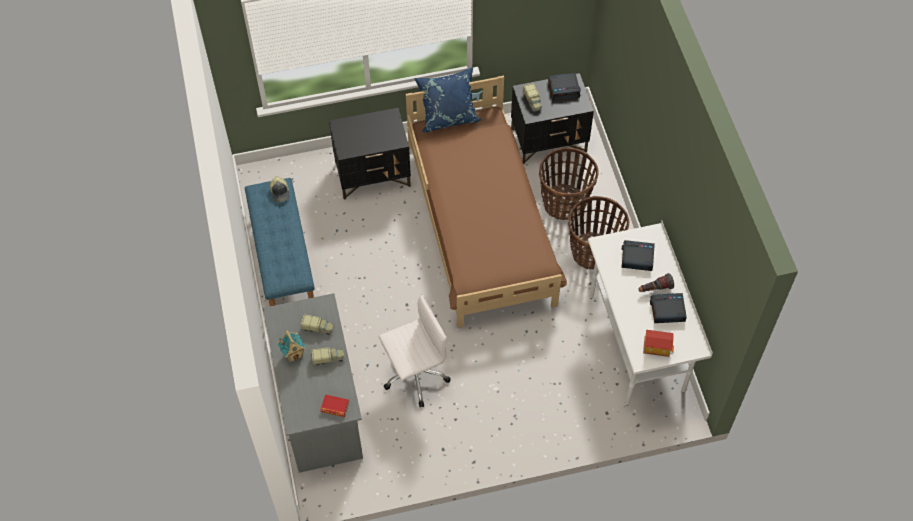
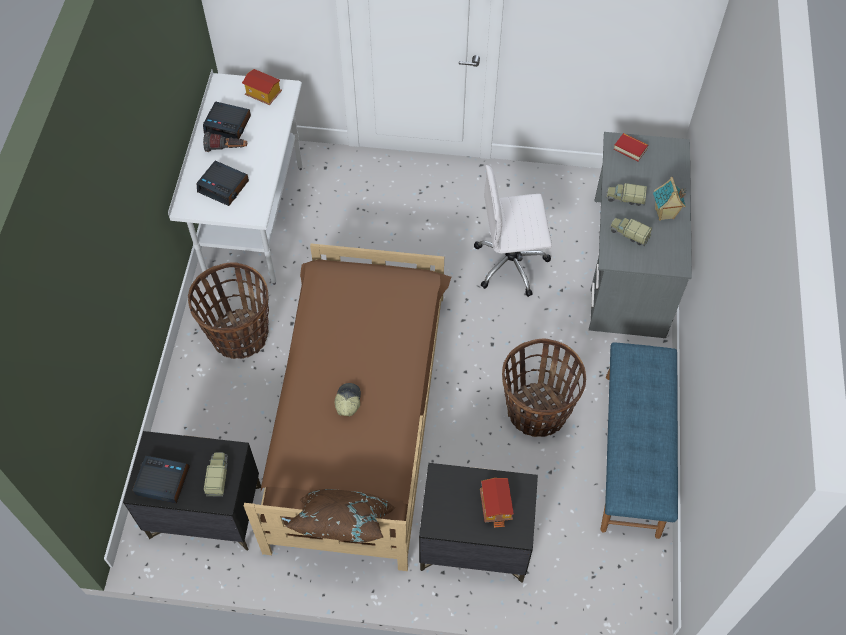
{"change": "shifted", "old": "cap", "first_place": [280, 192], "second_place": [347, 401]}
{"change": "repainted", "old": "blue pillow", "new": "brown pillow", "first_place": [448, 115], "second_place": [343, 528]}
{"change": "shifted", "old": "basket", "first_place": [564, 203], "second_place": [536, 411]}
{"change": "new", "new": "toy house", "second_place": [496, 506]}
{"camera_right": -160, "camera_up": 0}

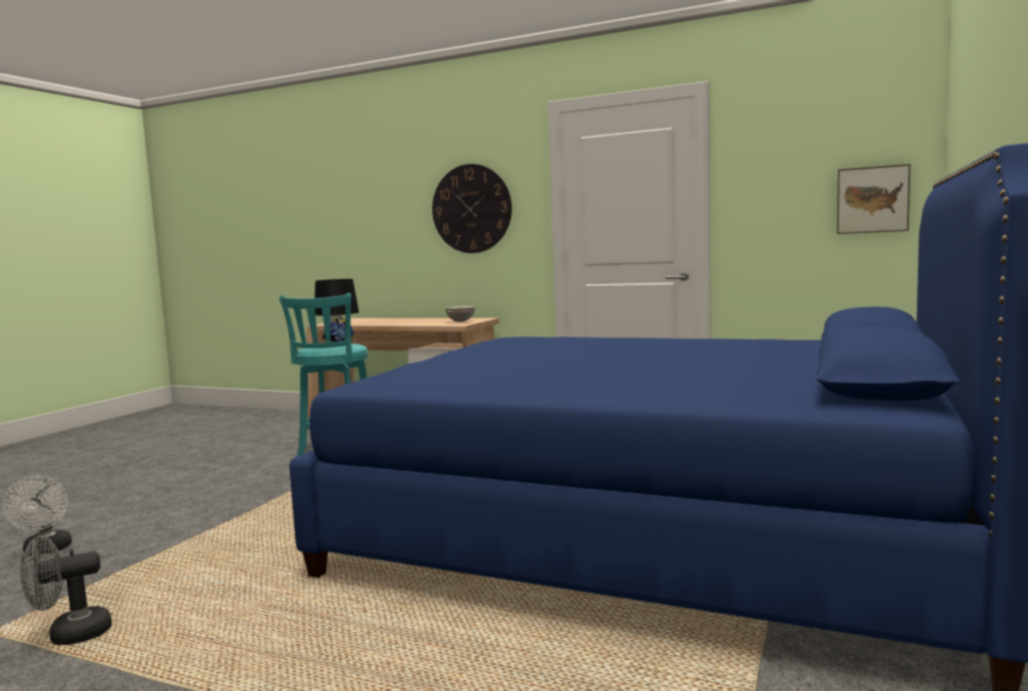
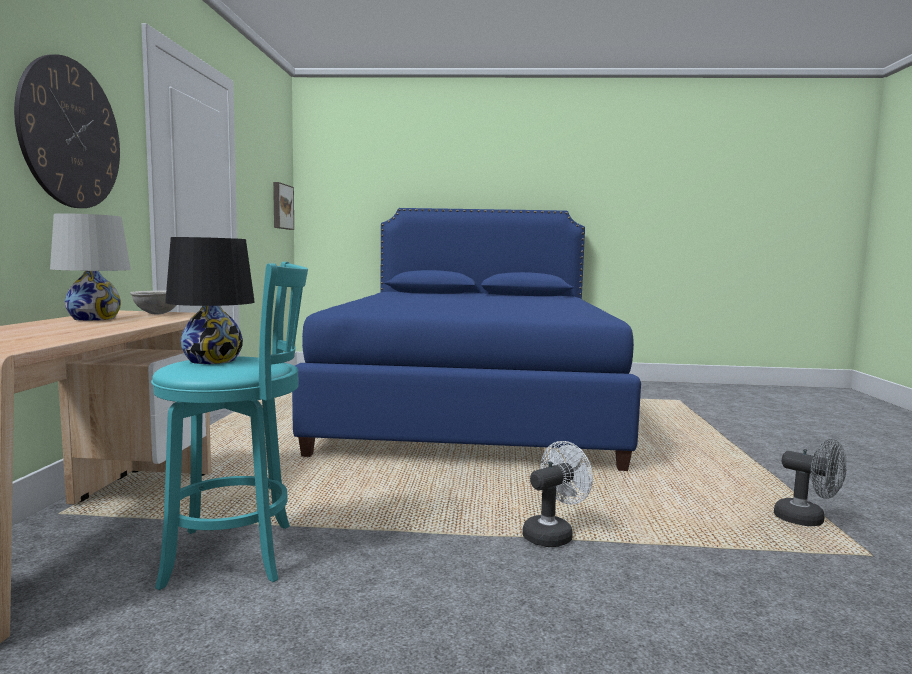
{"change": "shifted", "old": "white fan", "first_place": [46, 551], "second_place": [553, 534]}
{"change": "new", "new": "white table lamp", "second_place": [94, 318]}
{"camera_right": -110, "camera_up": 0}

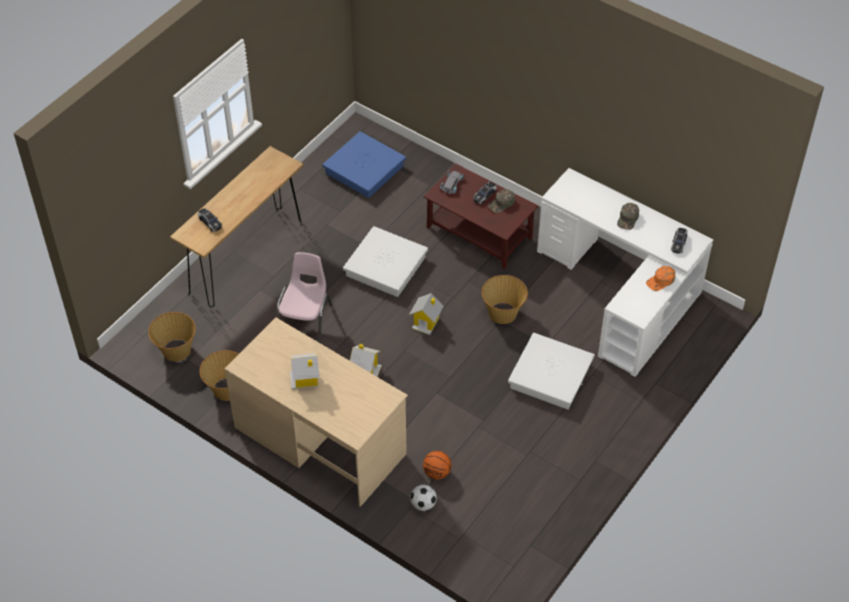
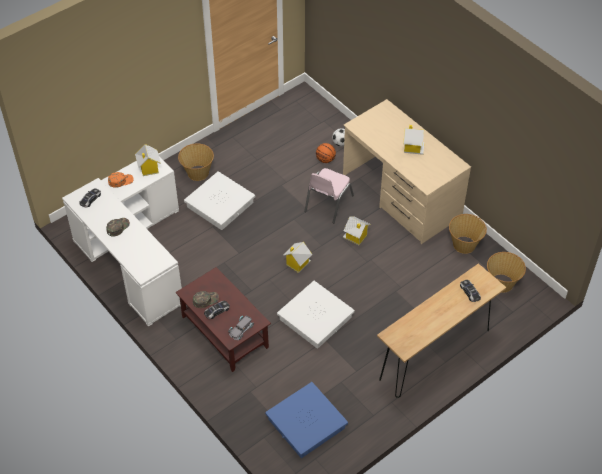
{"change": "shifted", "old": "pink chair", "first_place": [305, 321], "second_place": [328, 203]}
{"change": "shifted", "old": "basket", "first_place": [503, 313], "second_place": [197, 173]}
{"change": "new", "new": "toy house", "second_place": [149, 168]}
{"camera_right": -165, "camera_up": 0}

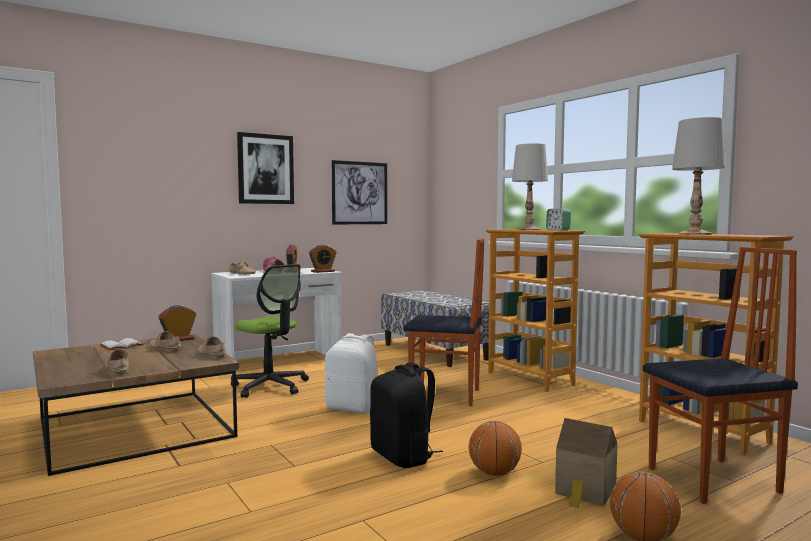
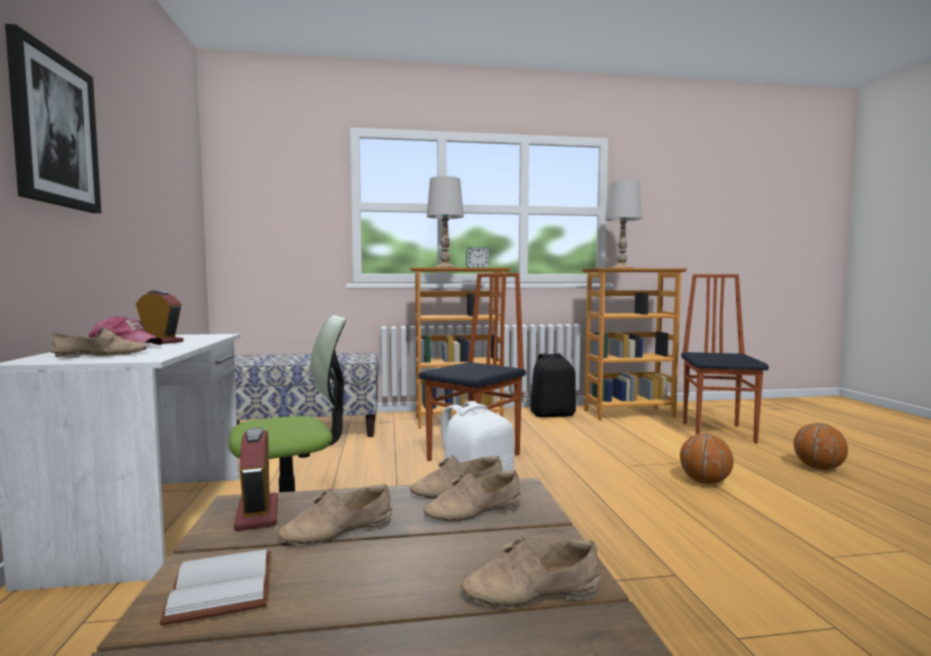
{"change": "gone", "old": "alarm clock", "first_place": [323, 271]}
{"change": "gone", "old": "picture", "first_place": [360, 193]}
{"change": "shifted", "old": "black backpack", "first_place": [403, 457], "second_place": [553, 415]}
{"change": "gone", "old": "toy house", "first_place": [585, 492]}
{"change": "new", "new": "beige shoe", "second_place": [474, 511]}
{"camera_right": -65, "camera_up": 0}

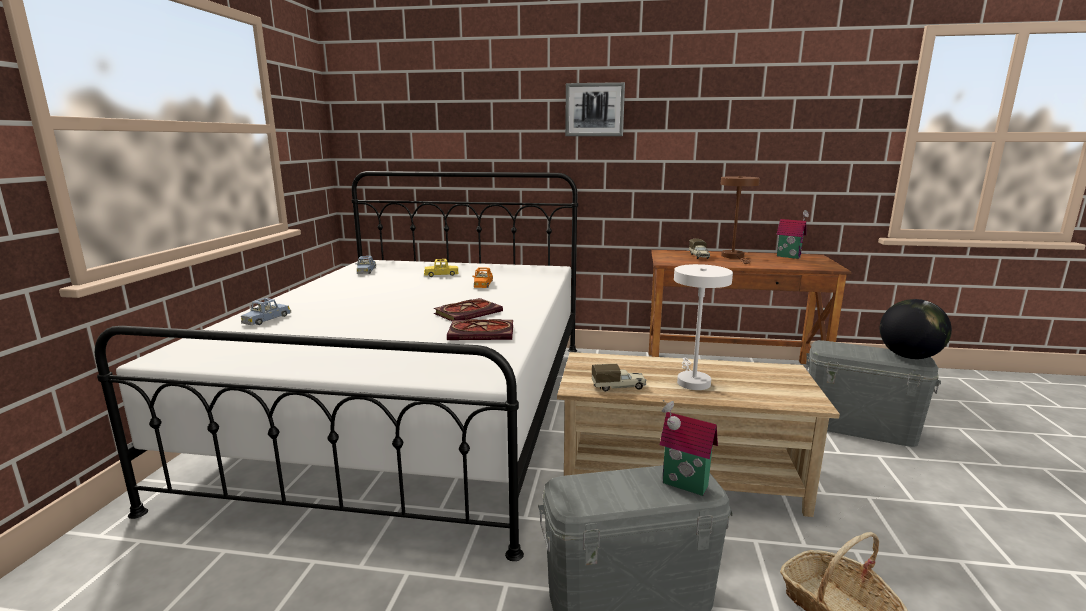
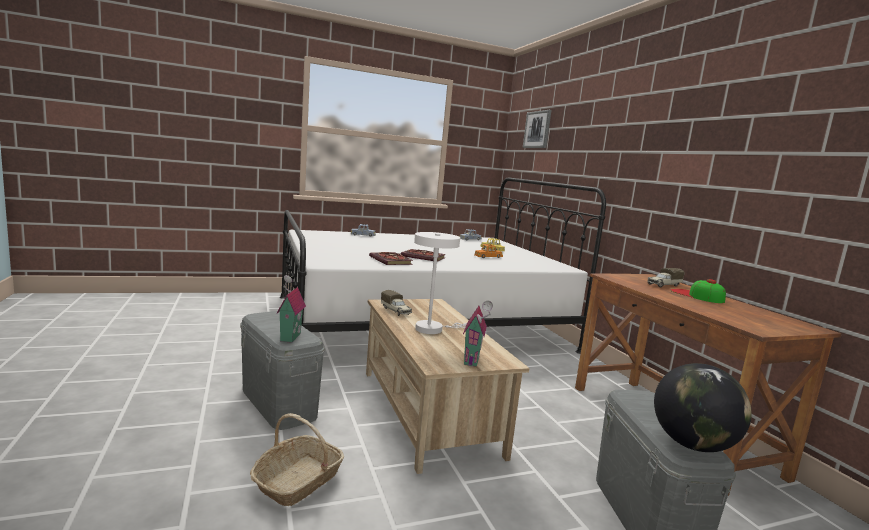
{"change": "shifted", "old": "picture", "first_place": [594, 110], "second_place": [537, 129]}
{"change": "swapped", "old": "brown table lamp", "new": "cap", "first_place": [734, 257], "second_place": [697, 295]}
{"change": "shifted", "old": "toy house", "first_place": [789, 256], "second_place": [473, 360]}
{"camera_right": 60, "camera_up": -5}

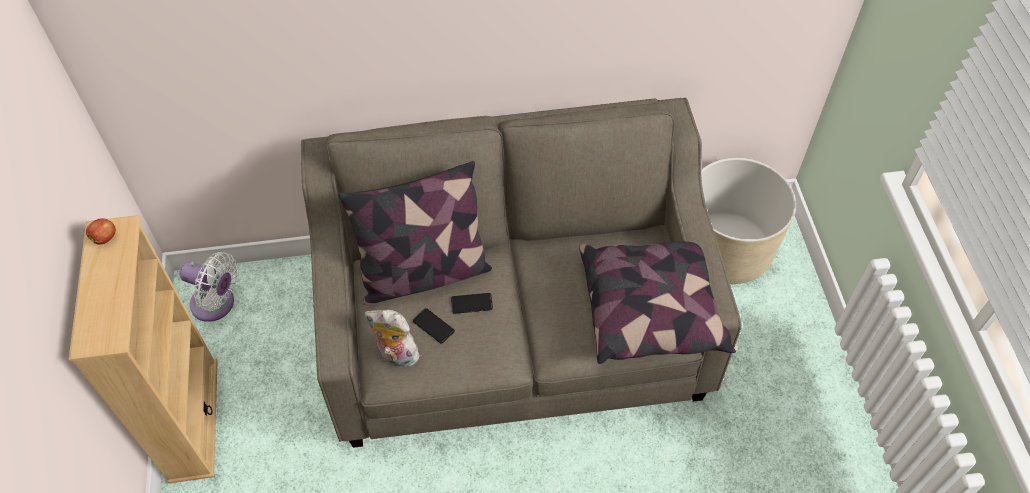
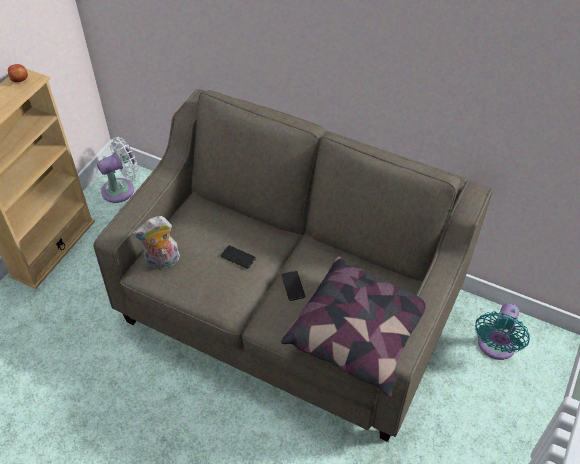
{"change": "rotated", "old": "white fan", "first_place": [217, 304], "second_place": [121, 189], "degrees": -90}
{"change": "gone", "old": "pillow", "first_place": [423, 273]}
{"change": "rotated", "old": "plush toy", "first_place": [395, 355], "second_place": [162, 262], "degrees": -75}
{"change": "shifted", "old": "phone", "first_place": [433, 326], "second_place": [293, 286]}
{"change": "swapped", "old": "beige planter", "new": "turquoise fan", "first_place": [725, 251], "second_place": [495, 346]}
{"camera_right": 35, "camera_up": -5}

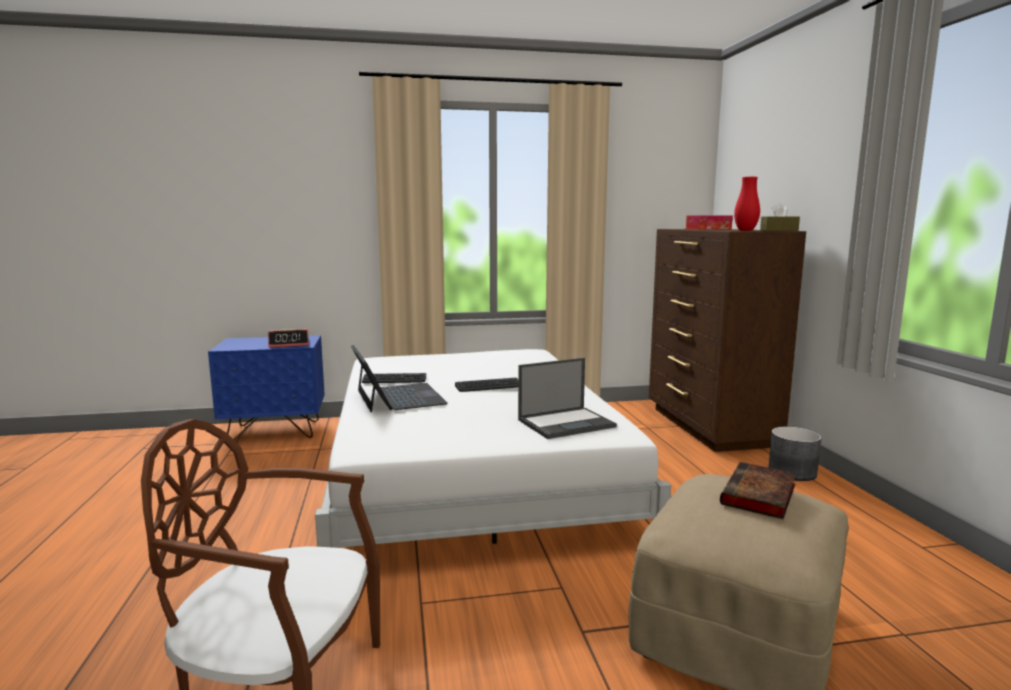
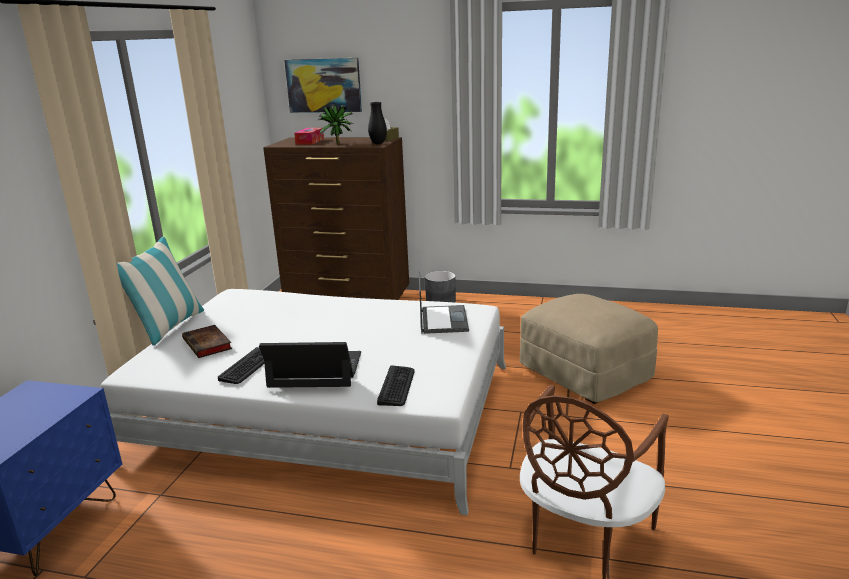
{"change": "gone", "old": "alarm clock", "first_place": [289, 344]}
{"change": "shifted", "old": "keyboard", "first_place": [489, 386], "second_place": [397, 386]}
{"change": "shifted", "old": "book", "first_place": [759, 496], "second_place": [208, 345]}
{"change": "repainted", "old": "red vase", "new": "black vase", "first_place": [745, 230], "second_place": [378, 143]}
{"change": "new", "new": "pillow", "second_place": [168, 327]}
{"change": "new", "new": "picture", "second_place": [324, 85]}
{"change": "new", "new": "potted plant", "second_place": [337, 144]}
{"camera_right": -65, "camera_up": 10}

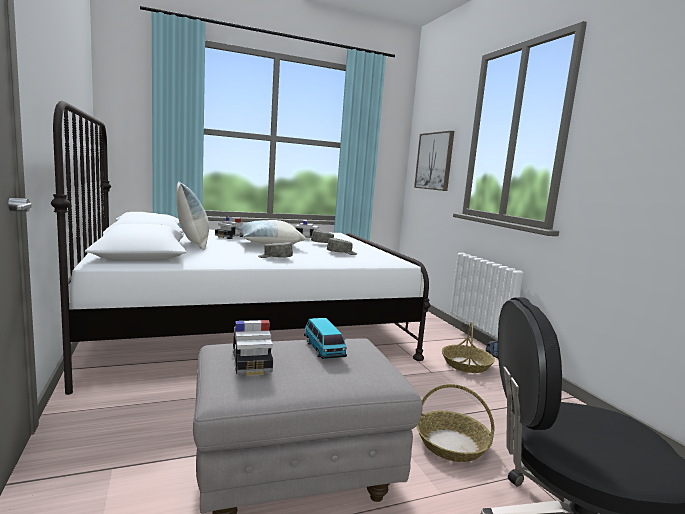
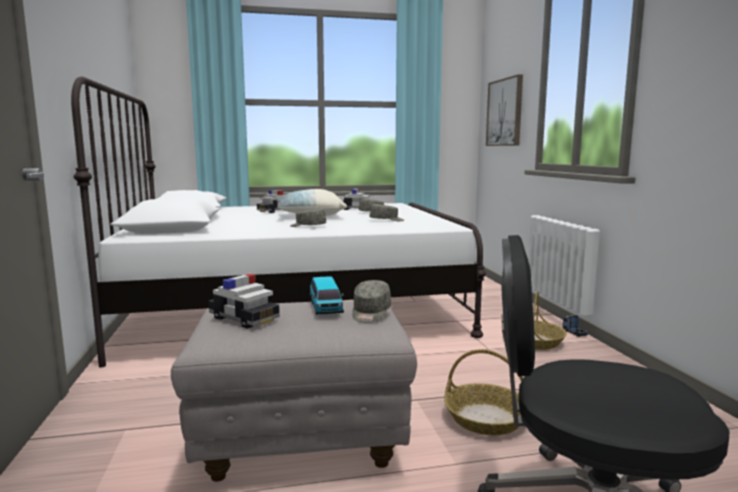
{"change": "gone", "old": "pillow", "first_place": [192, 244]}
{"change": "rotated", "old": "toy car", "first_place": [251, 362], "second_place": [244, 318], "degrees": -45}
{"change": "new", "new": "grey cap", "second_place": [370, 313]}
{"camera_right": 10, "camera_up": 0}

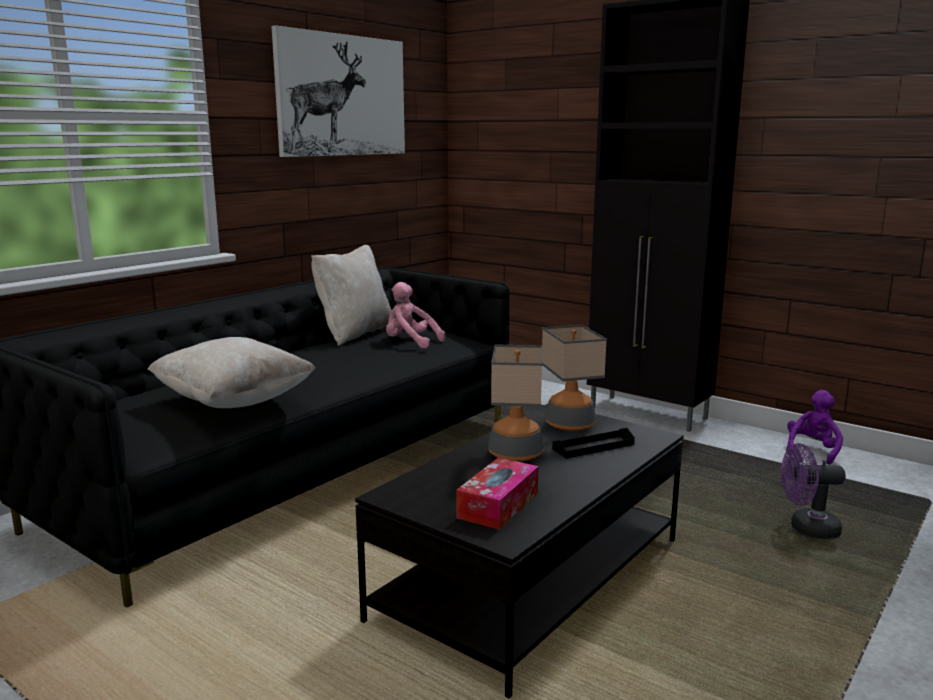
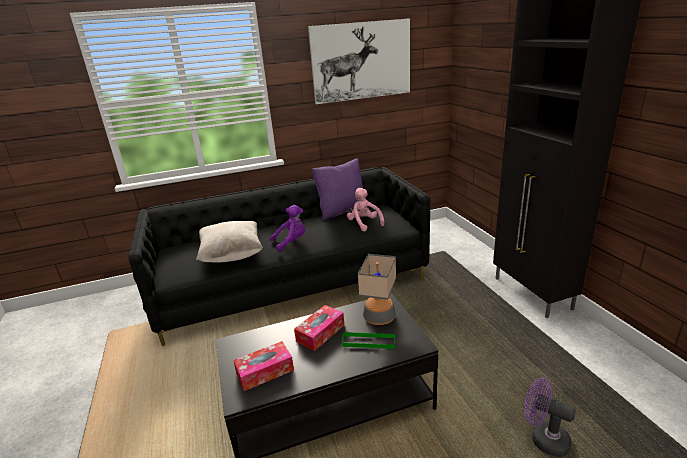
{"change": "repainted", "old": "beige pillow", "new": "purple pillow", "first_place": [354, 334], "second_place": [342, 211]}
{"change": "swapped", "old": "table lamp", "new": "tissue box", "first_place": [515, 454], "second_place": [320, 333]}
{"change": "repainted", "old": "black tray", "new": "green tray", "first_place": [593, 447], "second_place": [369, 342]}
{"change": "shifted", "old": "purple plush toy", "first_place": [812, 451], "second_place": [291, 242]}
{"camera_right": 35, "camera_up": 10}

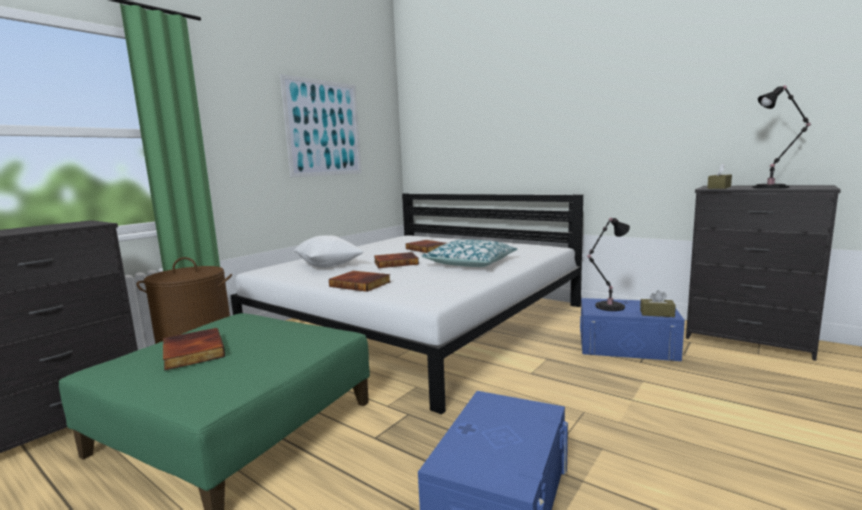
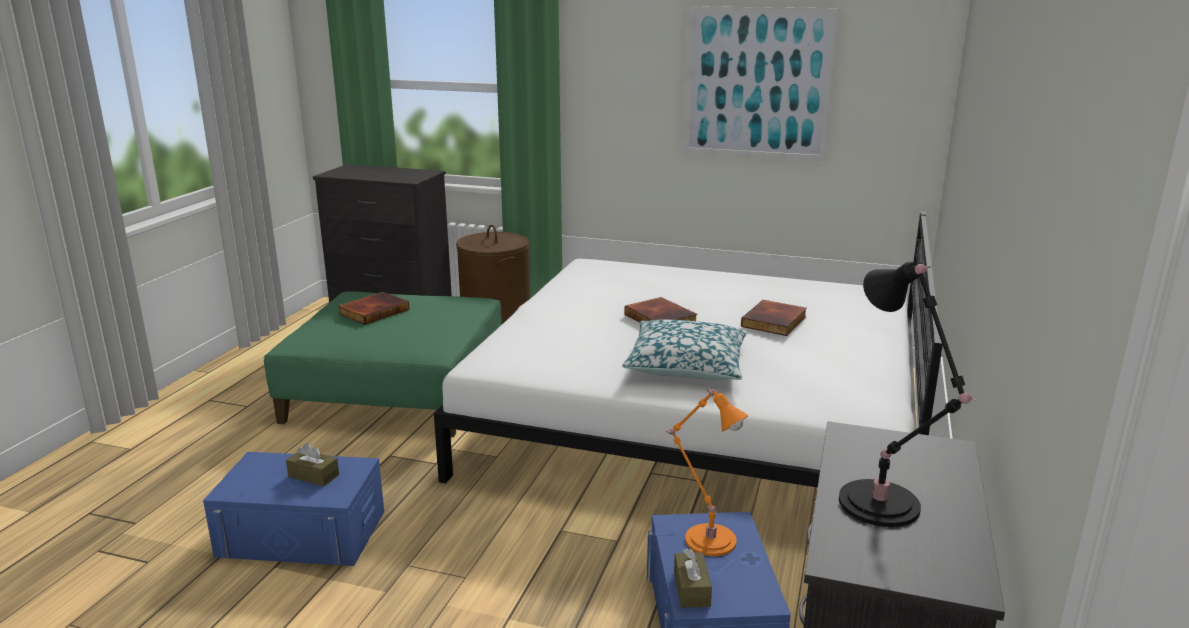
{"change": "gone", "old": "white pillow", "first_place": [328, 266]}
{"change": "gone", "old": "book", "first_place": [361, 284]}
{"change": "repainted", "old": "black table lamp", "new": "orange table lamp", "first_place": [607, 307], "second_place": [707, 538]}
{"change": "shifted", "old": "brown tissue box", "first_place": [719, 187], "second_place": [313, 476]}
{"camera_right": 70, "camera_up": 10}

